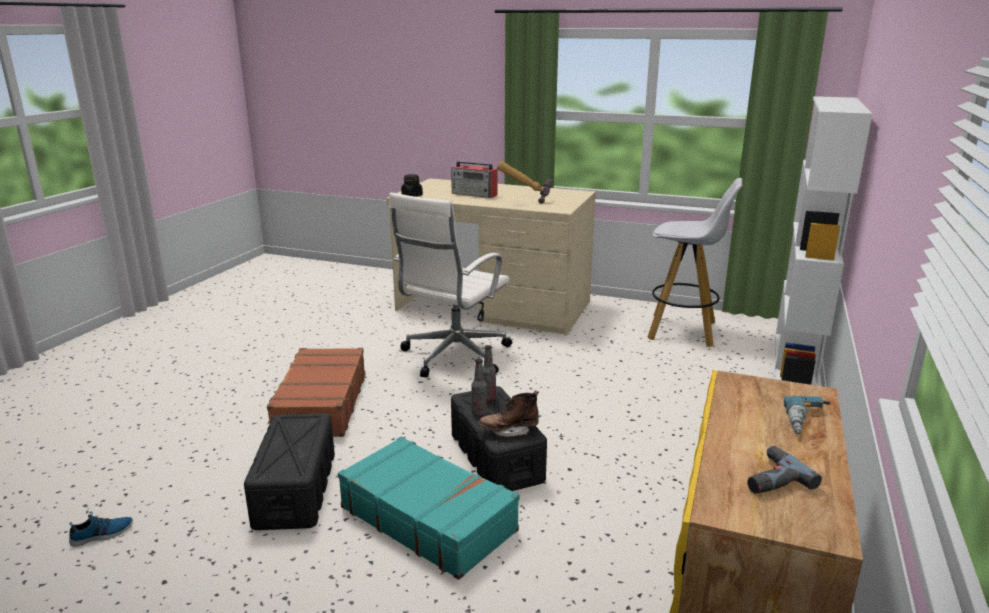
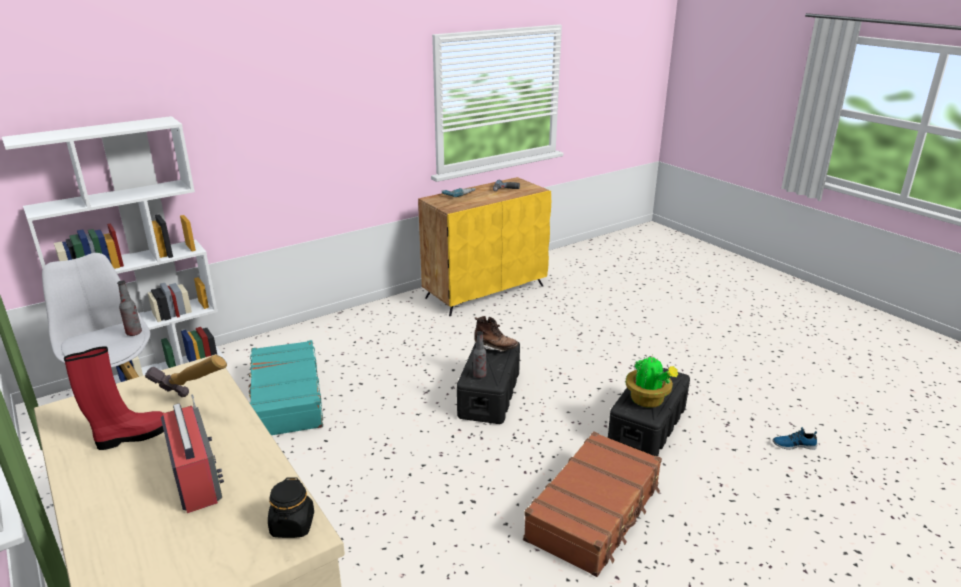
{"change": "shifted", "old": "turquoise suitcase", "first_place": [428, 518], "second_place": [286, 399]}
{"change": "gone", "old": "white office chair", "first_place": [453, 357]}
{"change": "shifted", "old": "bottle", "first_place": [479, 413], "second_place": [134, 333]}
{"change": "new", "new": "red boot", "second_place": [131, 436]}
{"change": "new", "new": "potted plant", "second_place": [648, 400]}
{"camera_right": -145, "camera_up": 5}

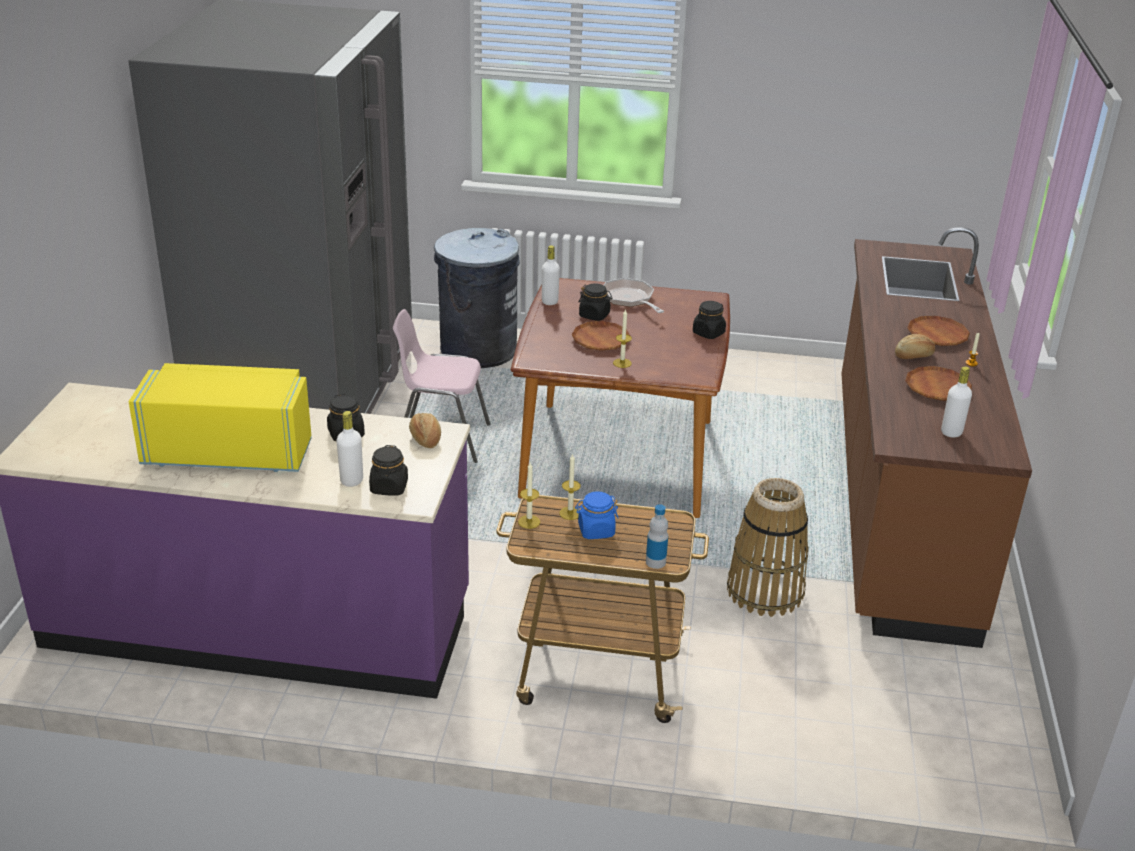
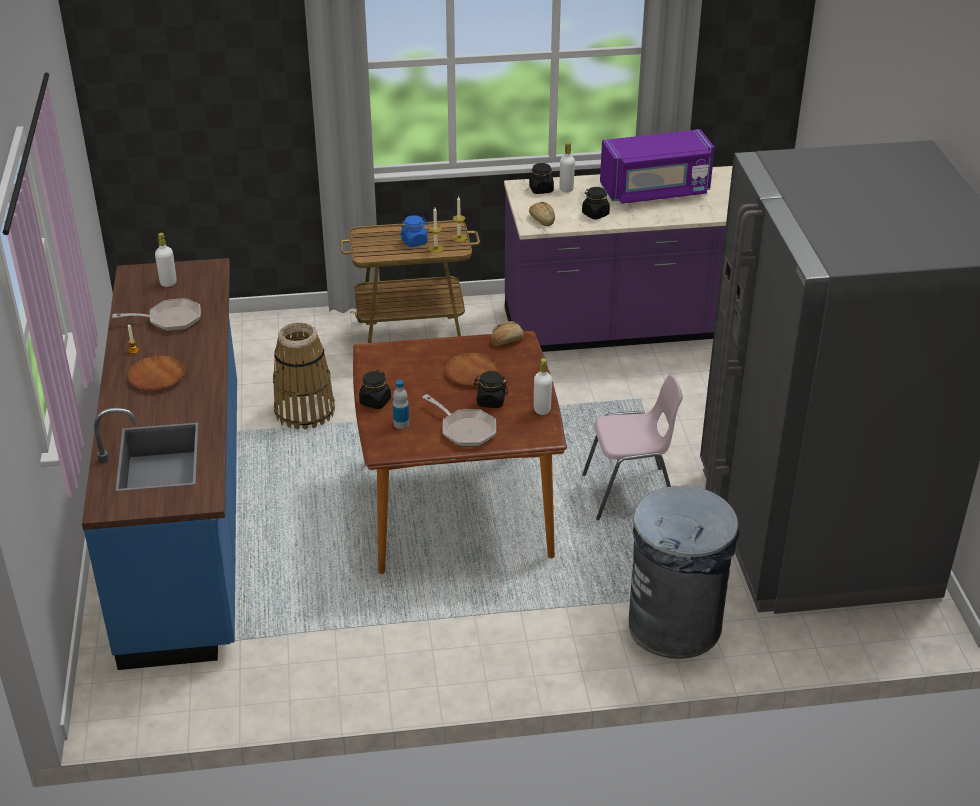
{"change": "repainted", "old": "yellow microwave", "new": "purple microwave", "first_place": [229, 453], "second_place": [655, 191]}
{"change": "gone", "old": "candle", "first_place": [622, 363]}
{"change": "shifted", "old": "bottle", "first_place": [655, 562], "second_place": [401, 424]}
{"change": "repainted", "old": "brown counter", "new": "blue counter", "first_place": [897, 501], "second_place": [188, 517]}
{"change": "shifted", "old": "bread", "first_place": [914, 356], "second_place": [506, 340]}
{"change": "swapped", "old": "brown plate", "new": "frying pan", "first_place": [937, 388], "second_place": [170, 320]}
{"camera_right": 165, "camera_up": 5}

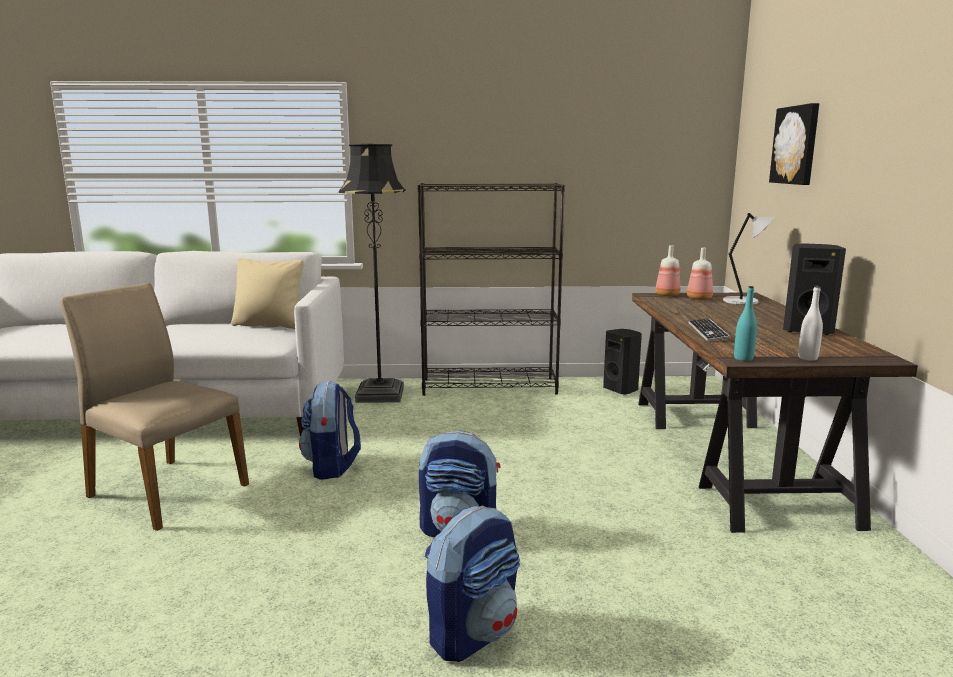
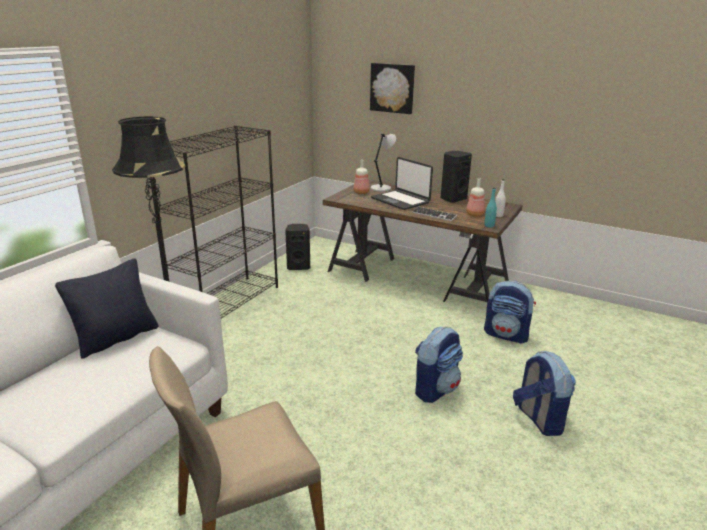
{"change": "repainted", "old": "beige pillow", "new": "black pillow", "first_place": [269, 325], "second_place": [116, 338]}
{"change": "shifted", "old": "backpack", "first_place": [332, 467], "second_place": [506, 335]}
{"change": "shifted", "old": "bottle", "first_place": [667, 295], "second_place": [475, 215]}
{"change": "new", "new": "laptop", "second_place": [400, 200]}
{"camera_right": -60, "camera_up": 10}

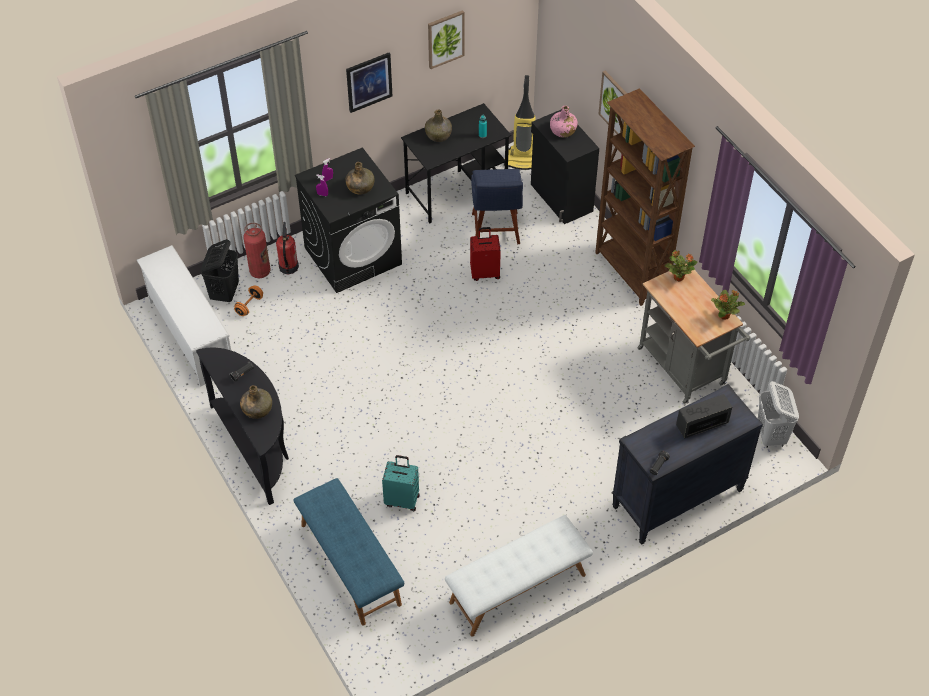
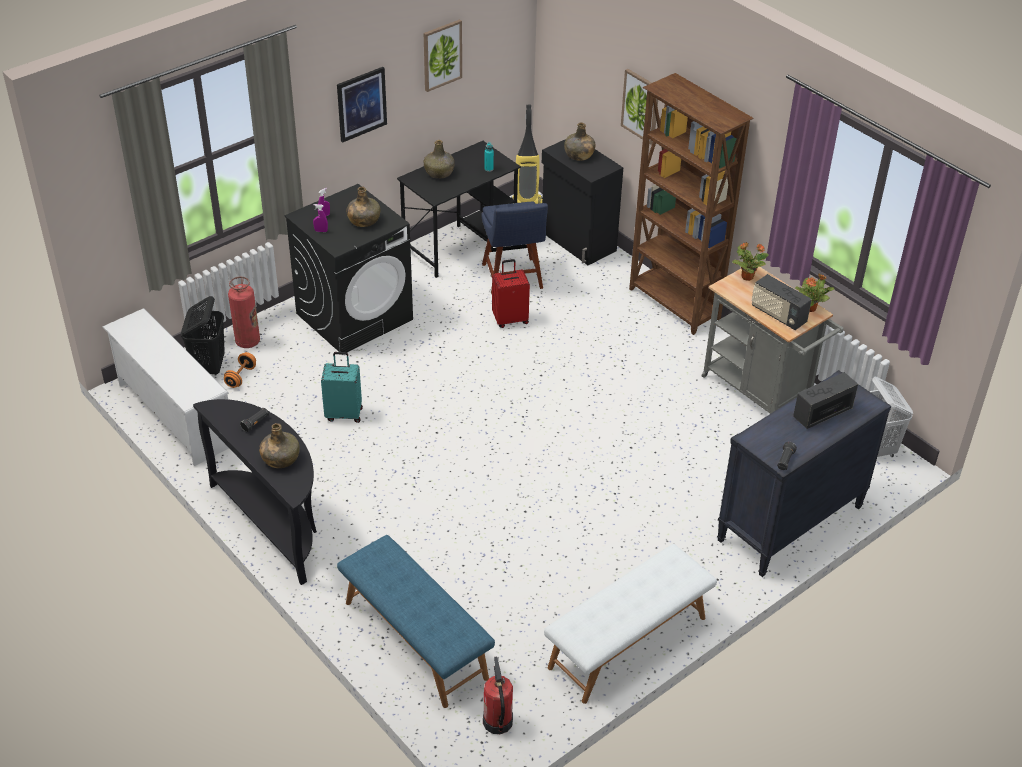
{"change": "shifted", "old": "fire extinguisher", "first_place": [288, 267], "second_place": [497, 722]}
{"change": "shifted", "old": "turquoise suitcase", "first_place": [402, 500], "second_place": [344, 413]}
{"change": "repainted", "old": "pink bottle", "new": "green bottle", "first_place": [563, 131], "second_place": [579, 155]}
{"change": "new", "new": "radio", "second_place": [778, 315]}
{"camera_right": -10, "camera_up": -10}

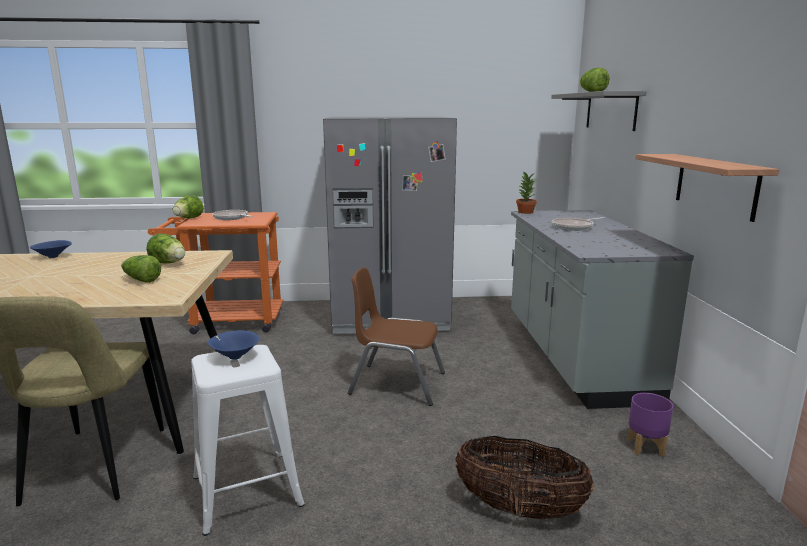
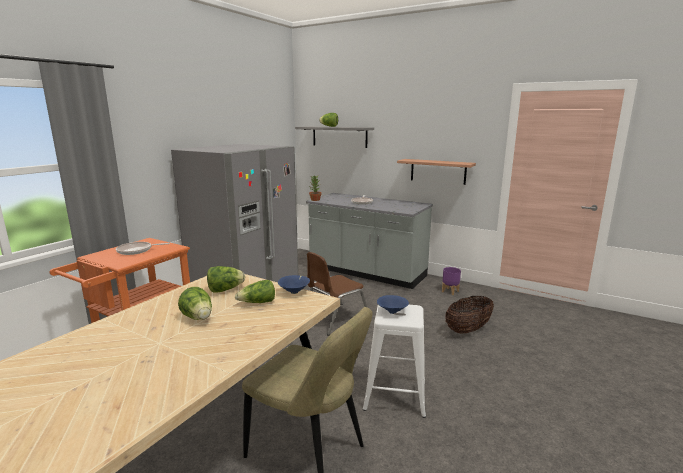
{"change": "shifted", "old": "blue bowl", "first_place": [54, 257], "second_place": [294, 292]}
{"change": "shifted", "old": "lettuce", "first_place": [188, 218], "second_place": [198, 318]}
{"camera_right": -55, "camera_up": 0}

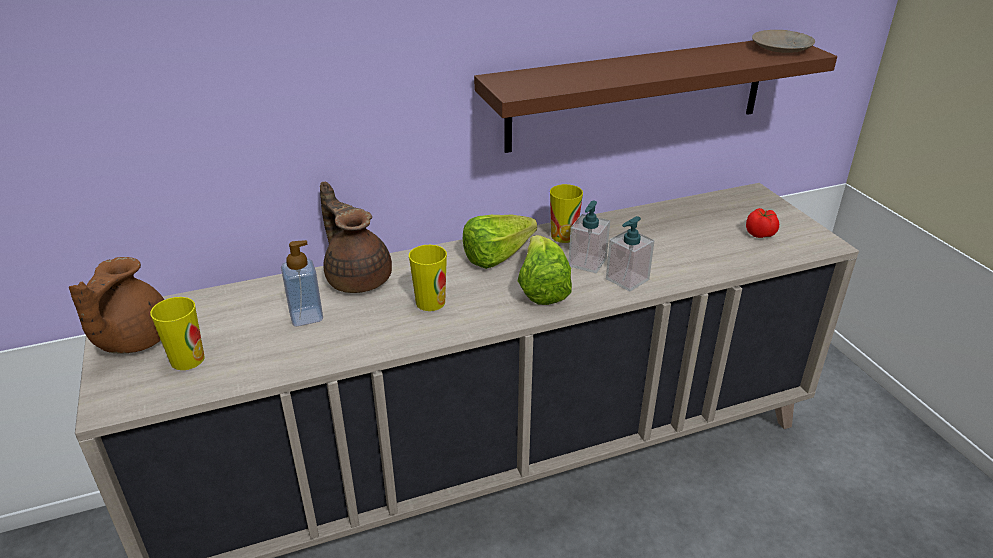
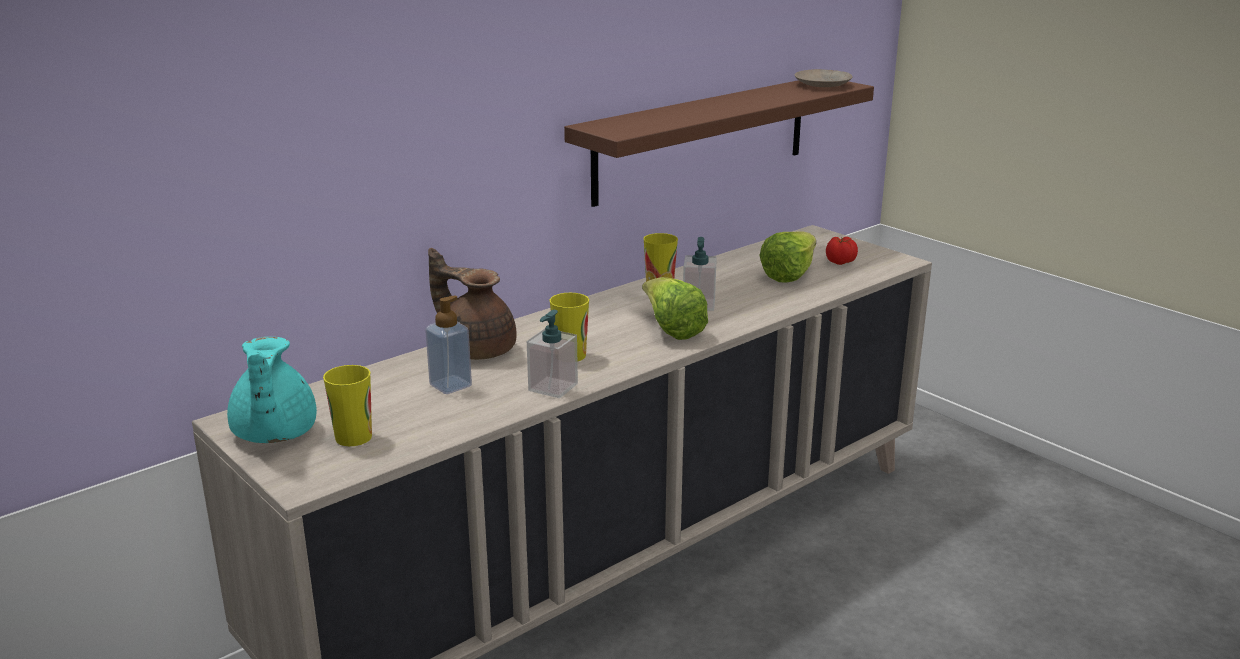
{"change": "repainted", "old": "brown teapot", "new": "turquoise teapot", "first_place": [132, 340], "second_place": [273, 434]}
{"change": "shifted", "old": "lettuce", "first_place": [503, 256], "second_place": [794, 273]}
{"change": "shifted", "old": "soap dispenser", "first_place": [627, 279], "second_place": [553, 387]}
{"camera_right": -20, "camera_up": -10}

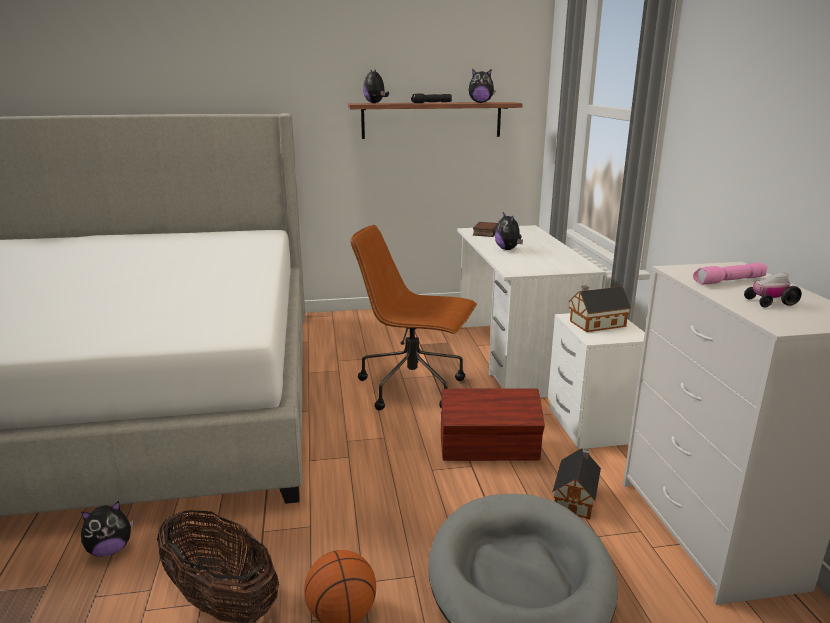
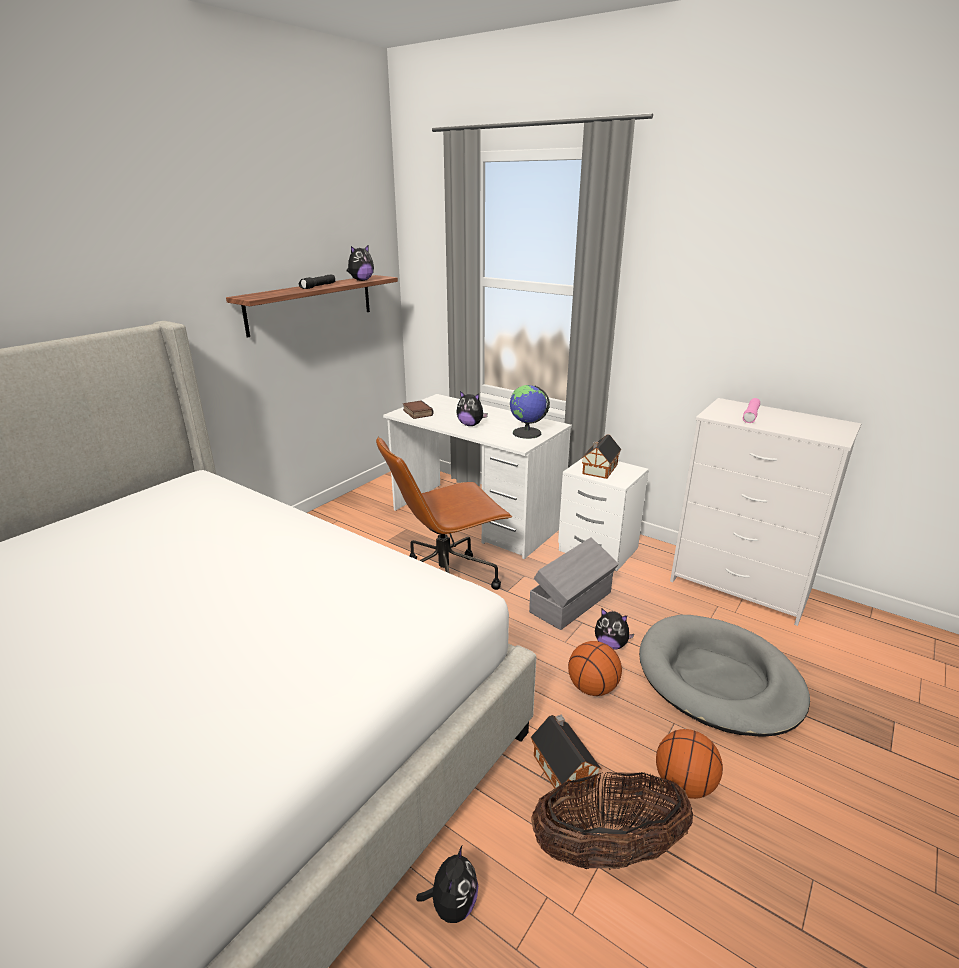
{"change": "shifted", "old": "plush toy", "first_place": [375, 103], "second_place": [611, 644]}
{"change": "repainted", "old": "brown storage box", "new": "grey storage box", "first_place": [490, 449], "second_place": [572, 602]}
{"change": "shifted", "old": "toy house", "first_place": [576, 497], "second_place": [563, 768]}
{"change": "gone", "old": "toy car", "first_place": [769, 302]}
{"change": "new", "new": "globe", "second_place": [527, 433]}
{"change": "new", "new": "basketball", "second_place": [592, 688]}
{"camera_right": -45, "camera_up": 5}

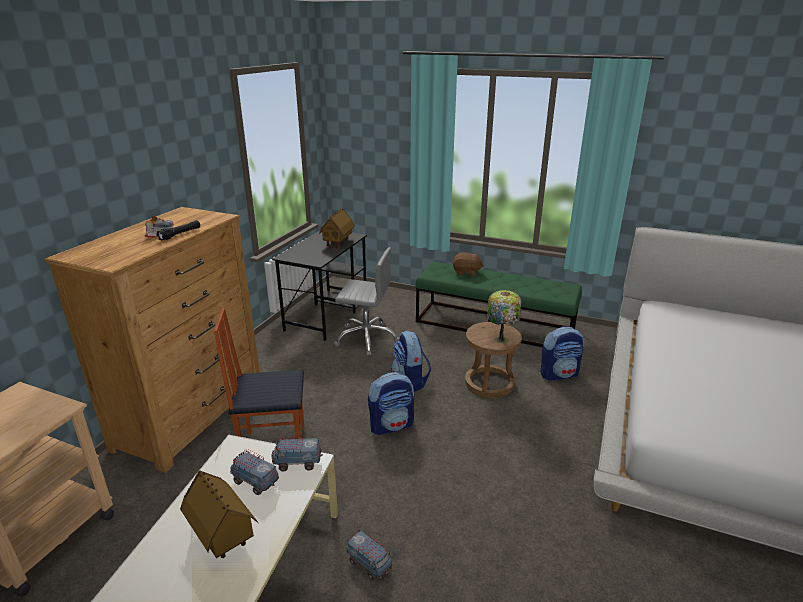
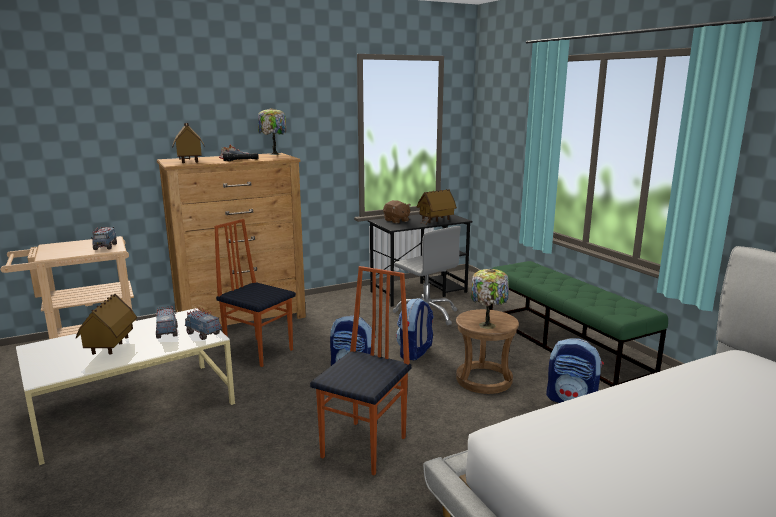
{"change": "shifted", "old": "toy truck", "first_place": [369, 564], "second_place": [105, 247]}
{"change": "shifted", "old": "brown plush toy", "first_place": [466, 272], "second_place": [396, 221]}
{"change": "new", "new": "toy house", "second_place": [189, 162]}
{"change": "new", "new": "table lamp", "second_place": [274, 154]}
{"change": "new", "new": "chair", "second_place": [366, 447]}
{"camera_right": 40, "camera_up": -10}

